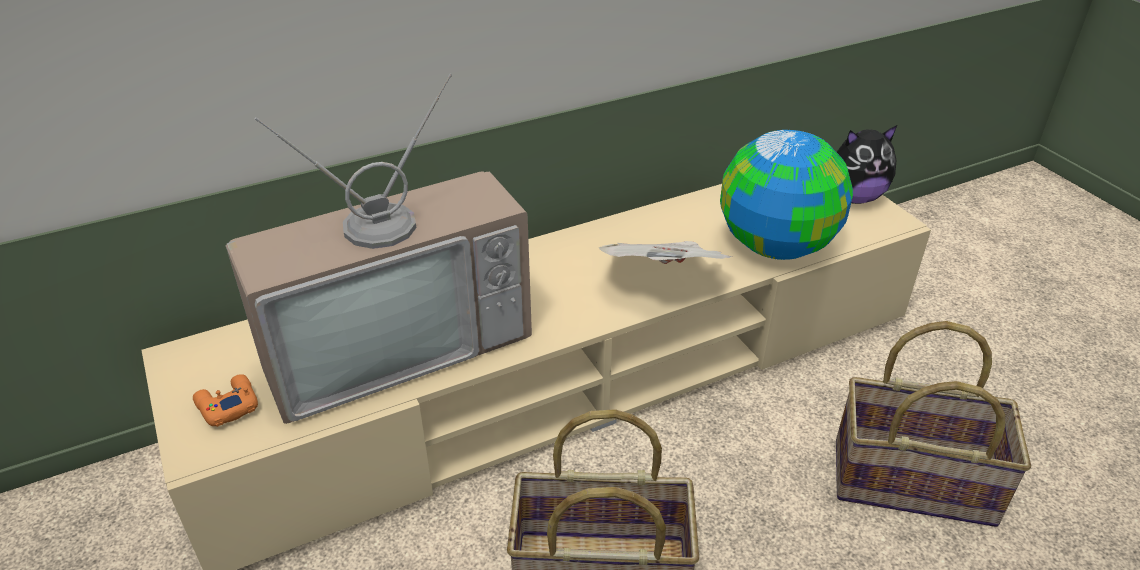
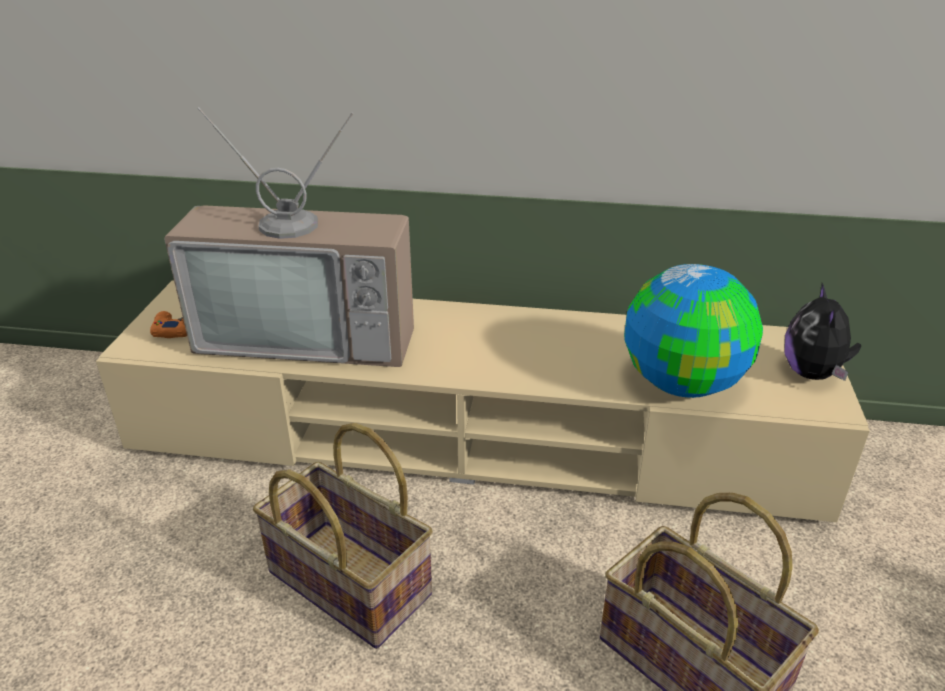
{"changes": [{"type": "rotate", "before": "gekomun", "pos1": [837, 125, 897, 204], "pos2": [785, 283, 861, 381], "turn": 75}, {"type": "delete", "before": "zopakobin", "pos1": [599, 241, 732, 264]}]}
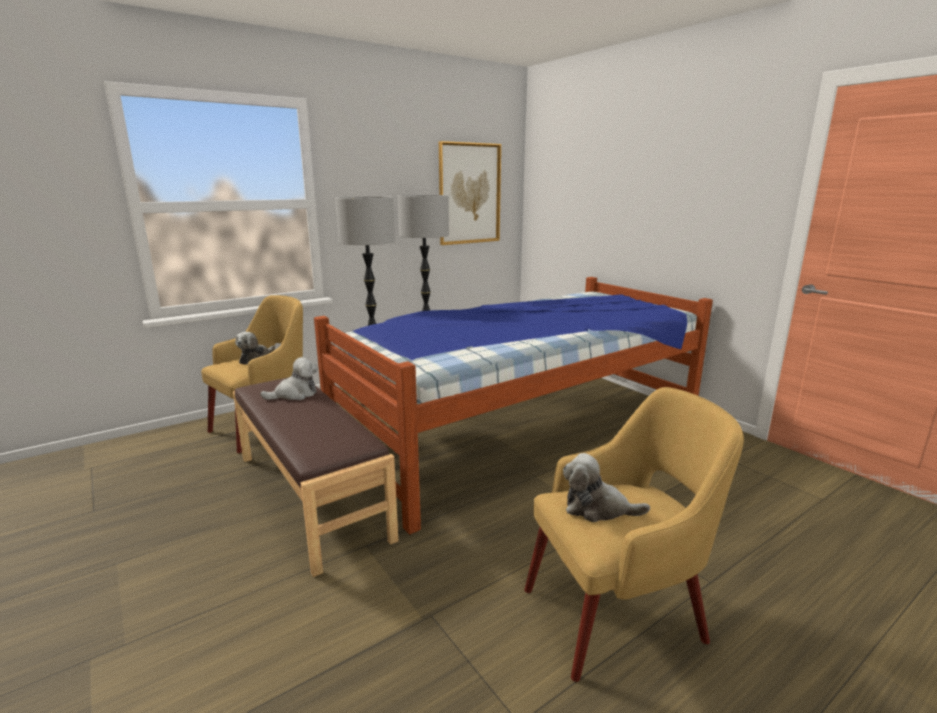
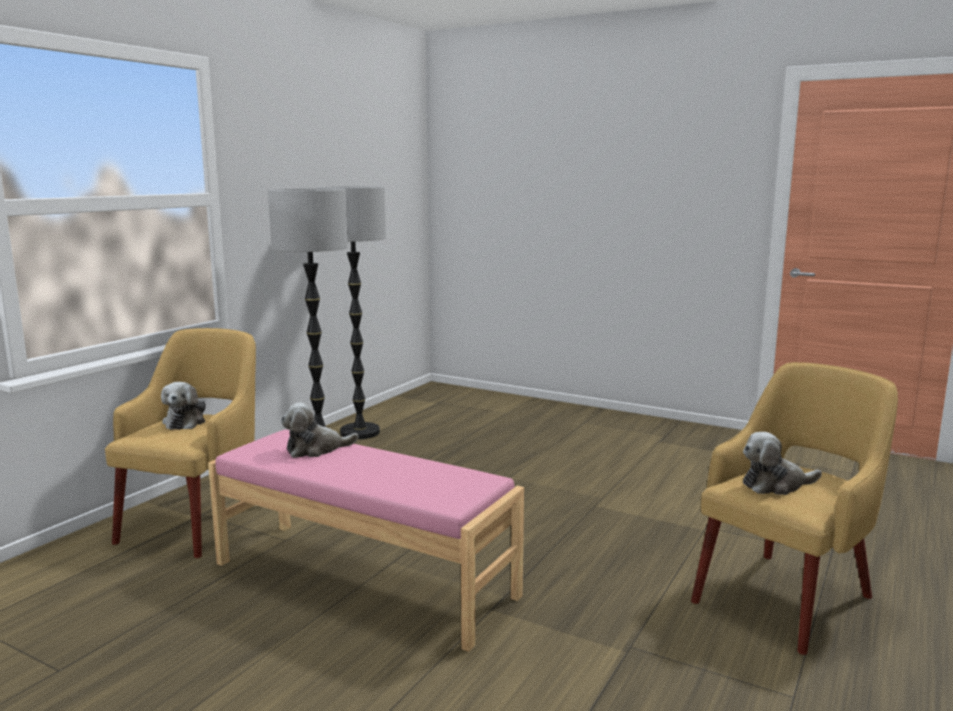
{"changes": [{"type": "recolor", "before": "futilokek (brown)", "after": "futilokek (pink)", "pos1": [233, 377, 398, 577], "pos2": [208, 429, 524, 652]}, {"type": "rotate", "before": "gekomun", "pos1": [260, 357, 318, 400], "pos2": [281, 402, 359, 458], "turn": -150}, {"type": "delete", "before": "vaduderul", "pos1": [314, 277, 713, 535]}, {"type": "delete", "before": "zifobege", "pos1": [439, 141, 501, 245]}]}
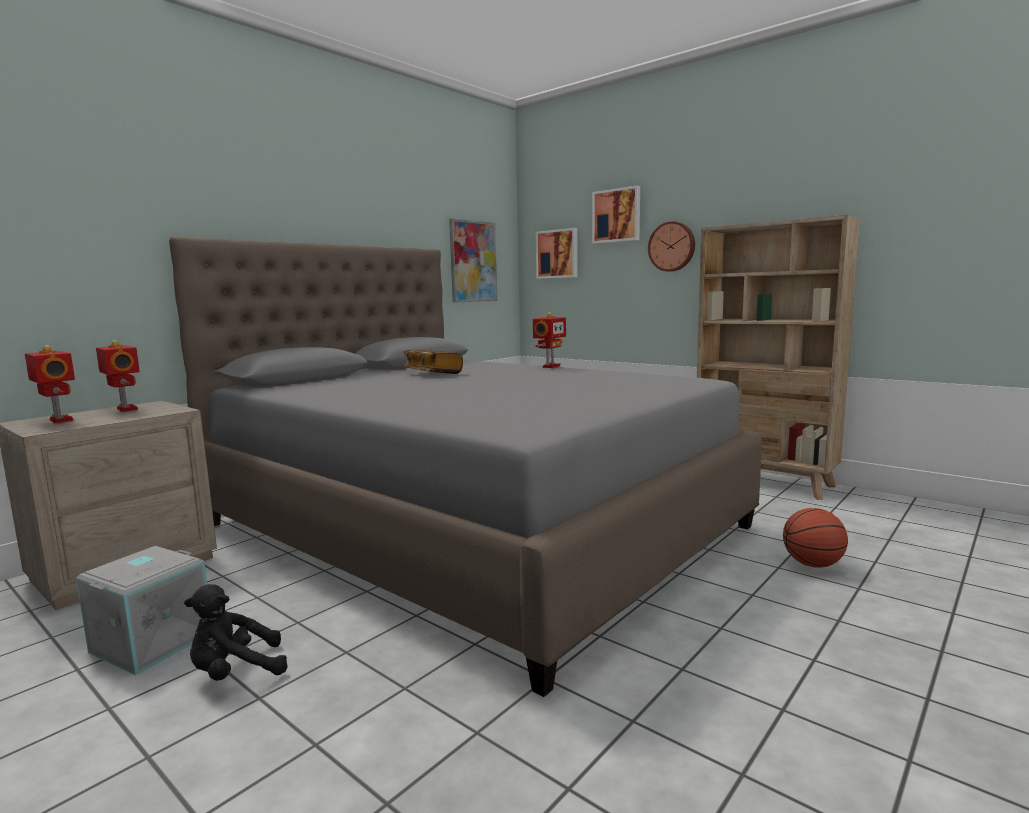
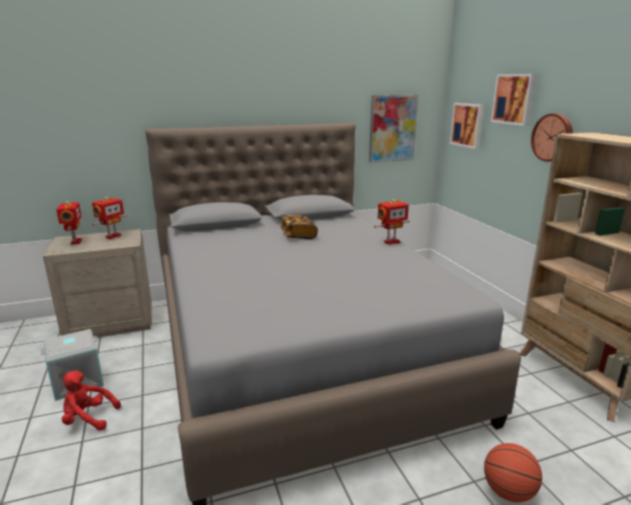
{"changes": [{"type": "recolor", "before": "gekomun (black)", "after": "gekomun (red)", "pos1": [184, 584, 288, 681], "pos2": [62, 371, 121, 431]}, {"type": "rotate", "before": "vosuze", "pos1": [96, 340, 140, 412], "pos2": [92, 197, 127, 239], "turn": 45}]}
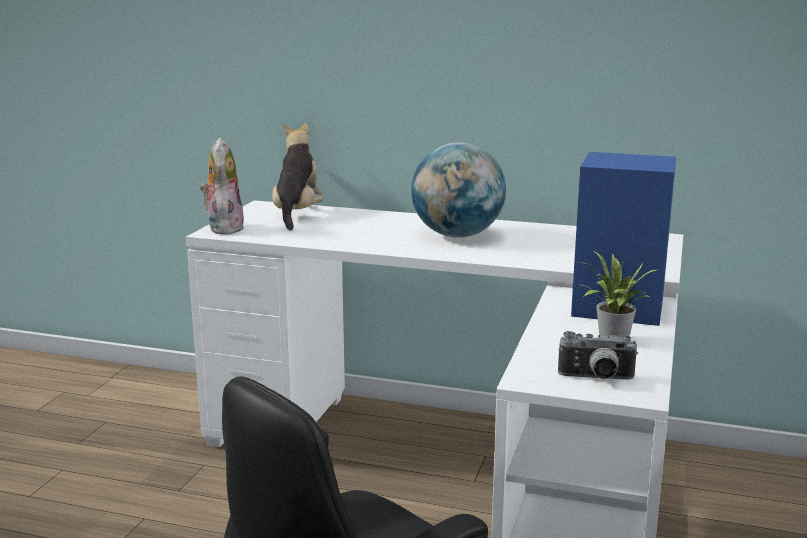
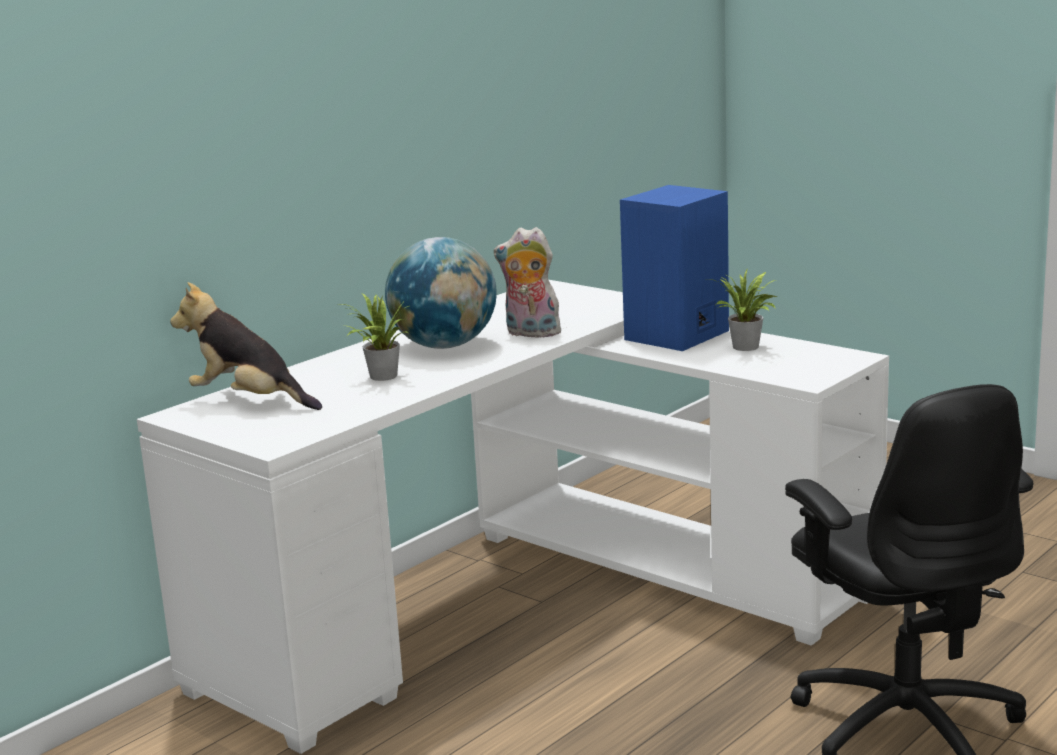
{"changes": [{"type": "insert", "after": "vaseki", "pos2": [341, 294, 409, 381]}, {"type": "move", "before": "gekomun", "pos1": [200, 138, 245, 235], "pos2": [494, 227, 561, 338]}, {"type": "delete", "before": "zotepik", "pos1": [558, 331, 638, 380]}]}
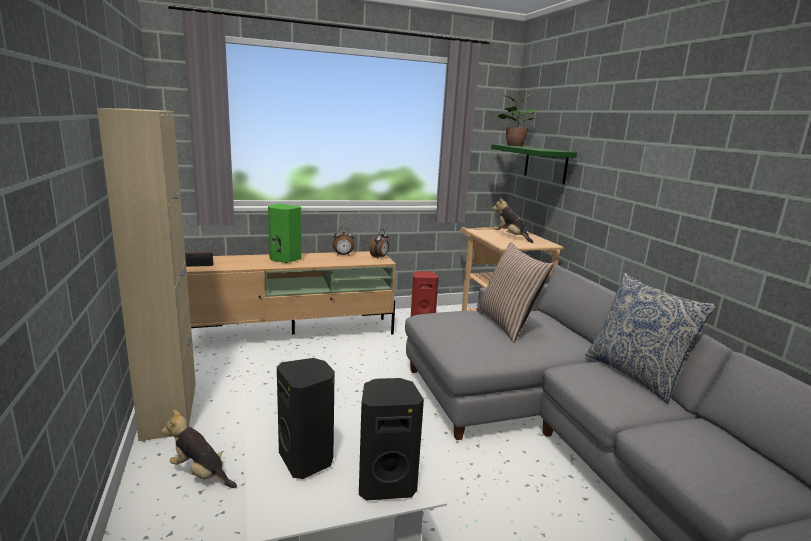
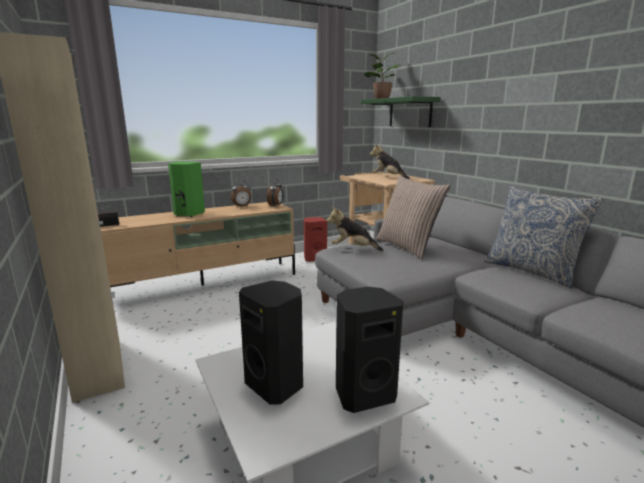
{"changes": [{"type": "move", "before": "gekomun", "pos1": [162, 410, 237, 488], "pos2": [326, 207, 384, 251]}]}
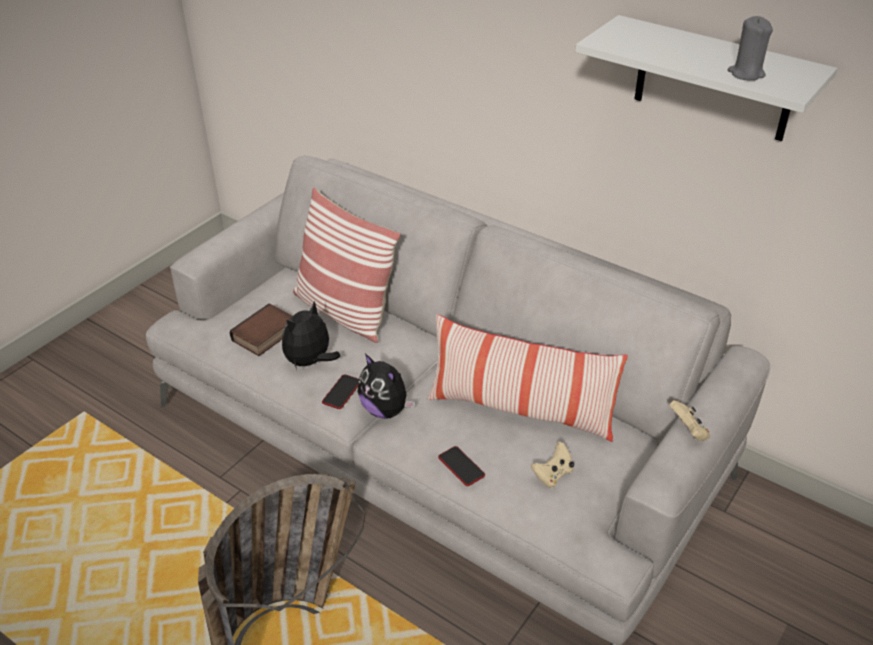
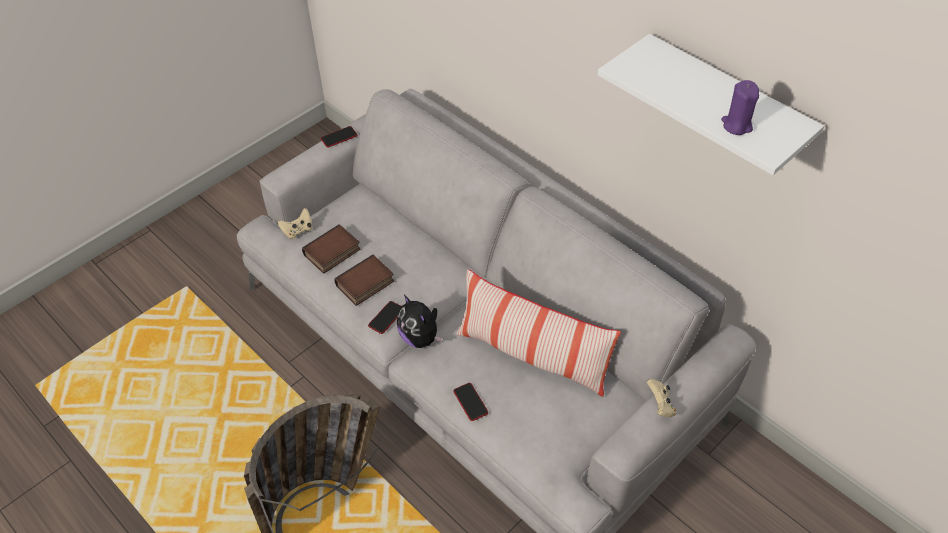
{"changes": [{"type": "move", "before": "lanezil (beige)", "pos1": [531, 441, 574, 488], "pos2": [278, 208, 313, 239]}, {"type": "insert", "after": "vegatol", "pos2": [321, 126, 357, 147]}, {"type": "replace", "before": "gekomun", "after": "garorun", "pos1": [282, 301, 340, 370], "pos2": [334, 255, 394, 306]}, {"type": "recolor", "before": "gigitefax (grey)", "after": "gigitefax (purple)", "pos1": [728, 16, 773, 81], "pos2": [721, 80, 759, 135]}, {"type": "delete", "before": "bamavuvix", "pos1": [293, 187, 401, 343]}]}
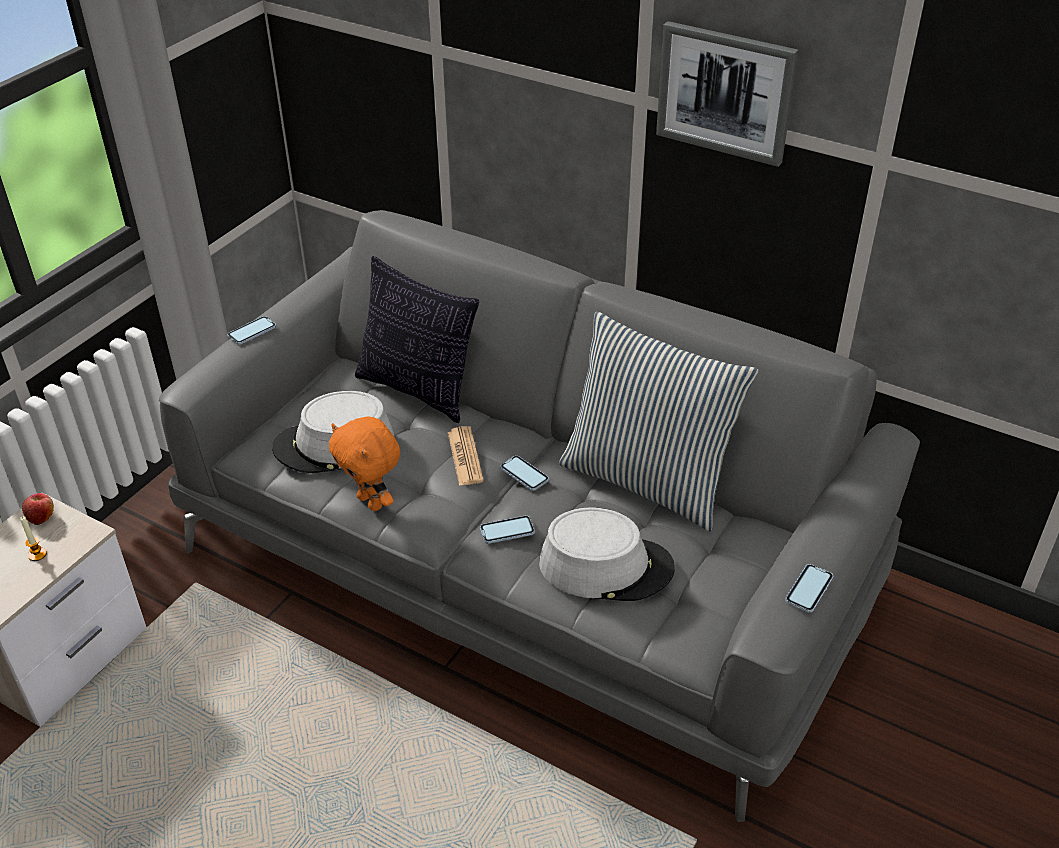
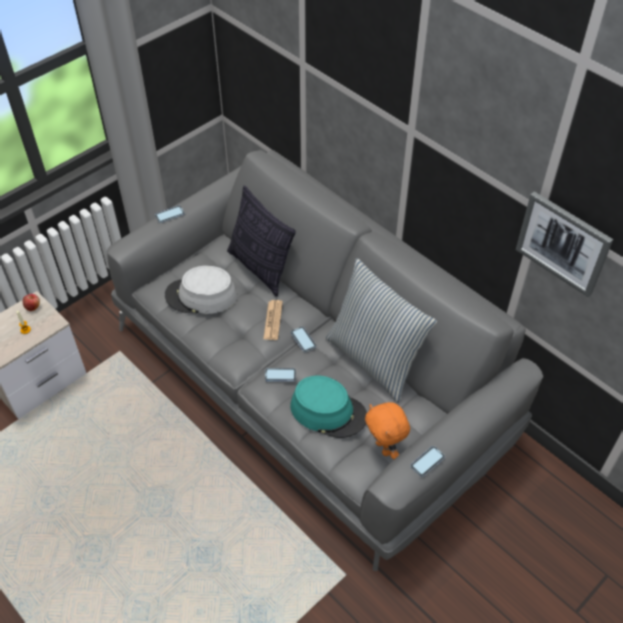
{"changes": [{"type": "recolor", "before": "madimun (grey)", "after": "madimun (turquoise)", "pos1": [539, 507, 675, 601], "pos2": [290, 376, 367, 438]}, {"type": "move", "before": "gekomun (orange)", "pos1": [329, 416, 400, 511], "pos2": [365, 402, 410, 459]}, {"type": "move", "before": "zifobege", "pos1": [656, 21, 799, 167], "pos2": [516, 191, 613, 297]}]}
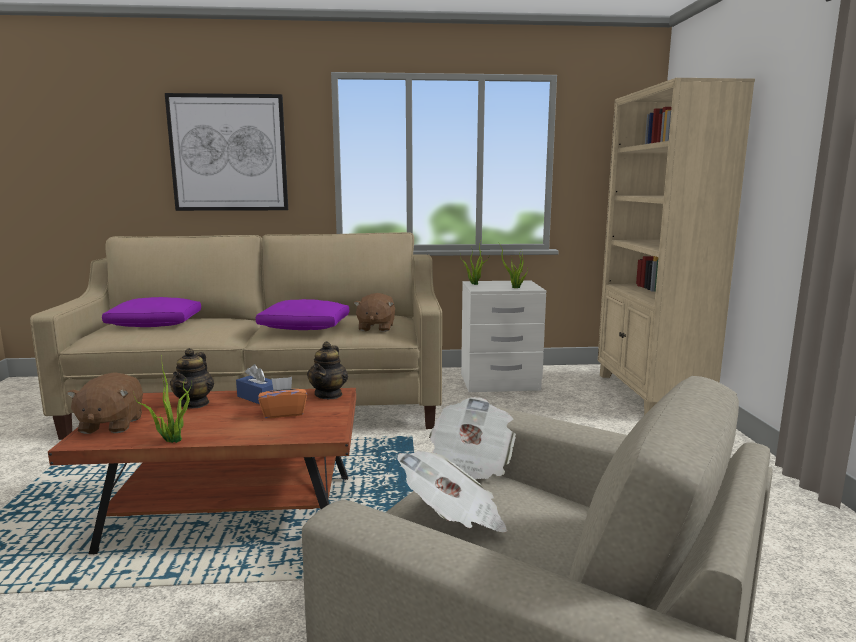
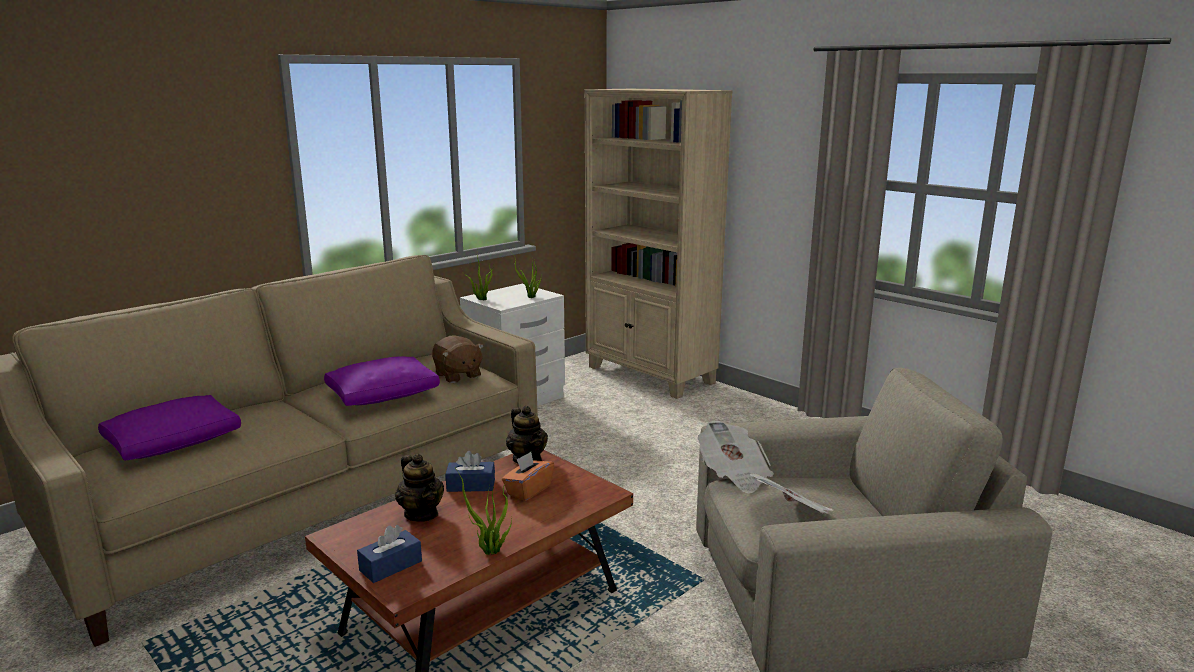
{"changes": [{"type": "replace", "before": "gekomun (brown)", "after": "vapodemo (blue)", "pos1": [66, 372, 143, 434], "pos2": [357, 525, 422, 583]}, {"type": "delete", "before": "zifobege", "pos1": [165, 93, 288, 211]}]}
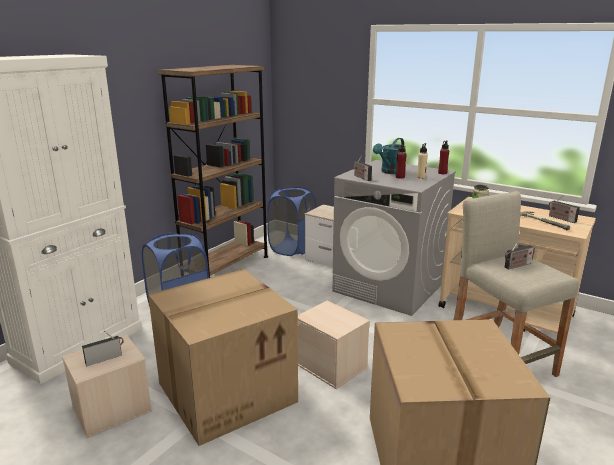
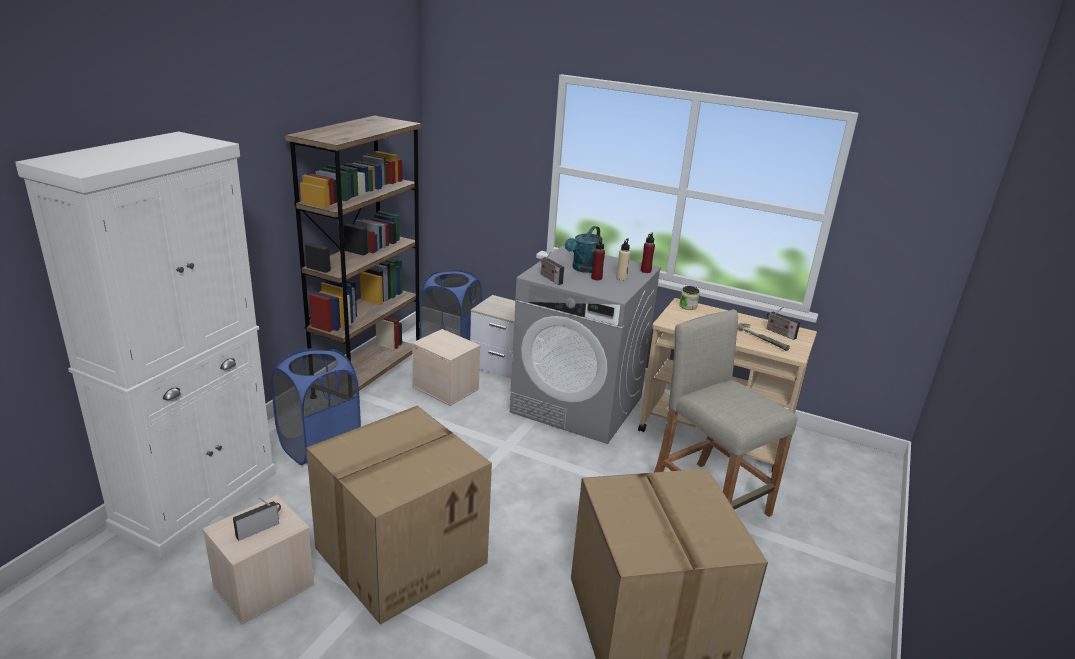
{"changes": [{"type": "move", "before": "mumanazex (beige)", "pos1": [298, 301, 370, 389], "pos2": [412, 329, 481, 406]}, {"type": "delete", "before": "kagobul", "pos1": [505, 240, 534, 269]}]}
